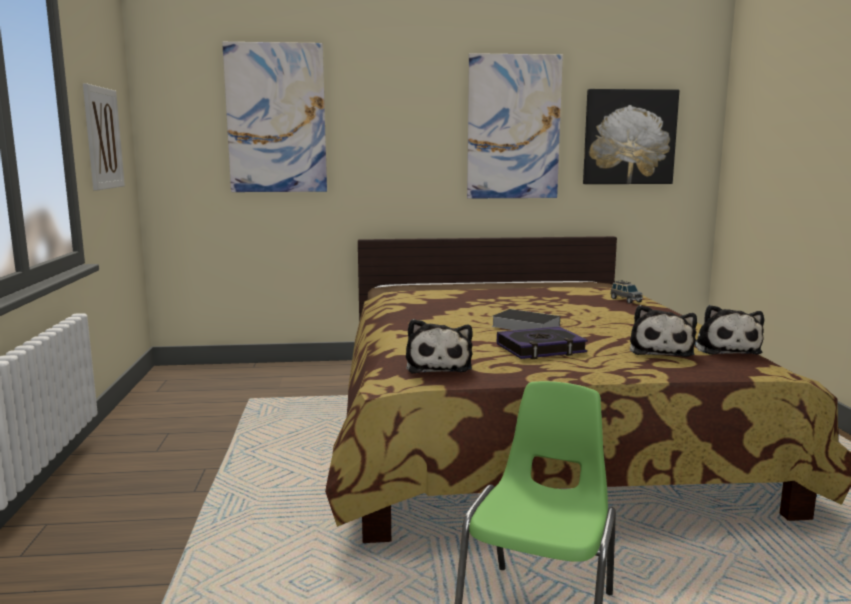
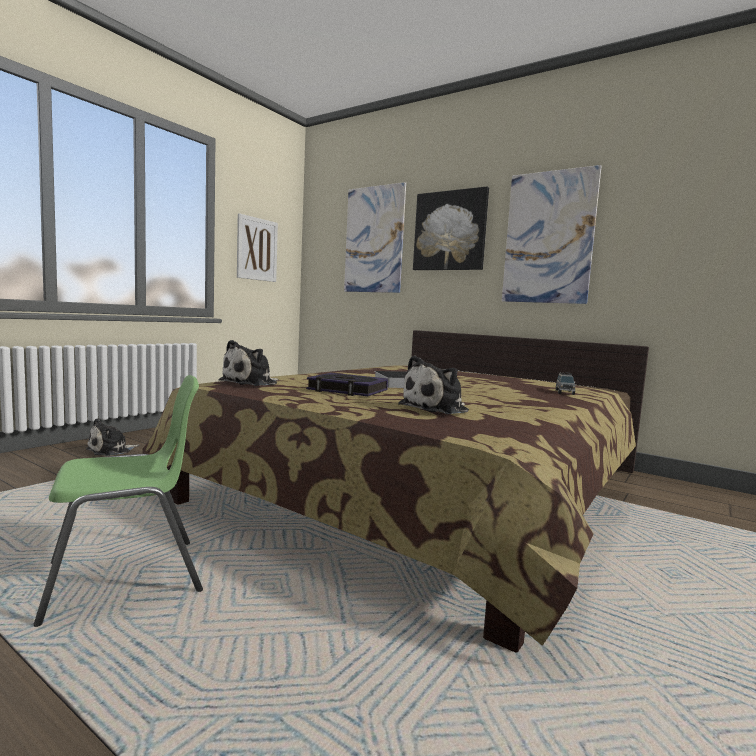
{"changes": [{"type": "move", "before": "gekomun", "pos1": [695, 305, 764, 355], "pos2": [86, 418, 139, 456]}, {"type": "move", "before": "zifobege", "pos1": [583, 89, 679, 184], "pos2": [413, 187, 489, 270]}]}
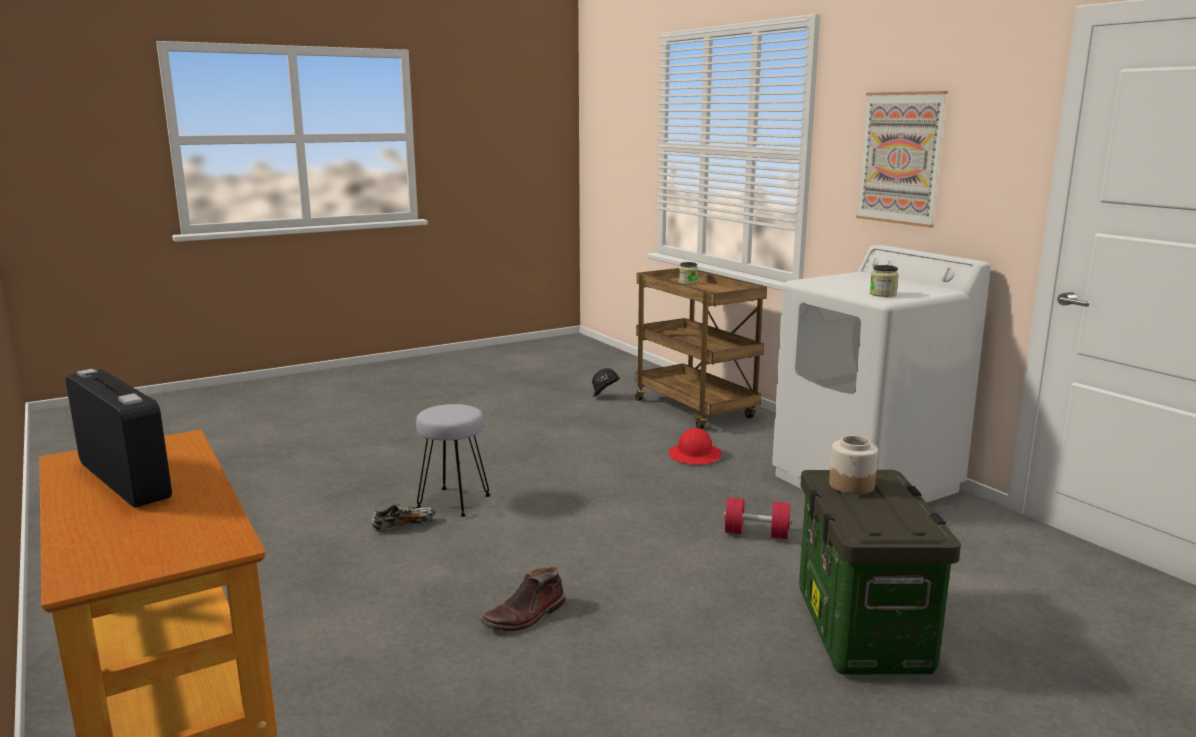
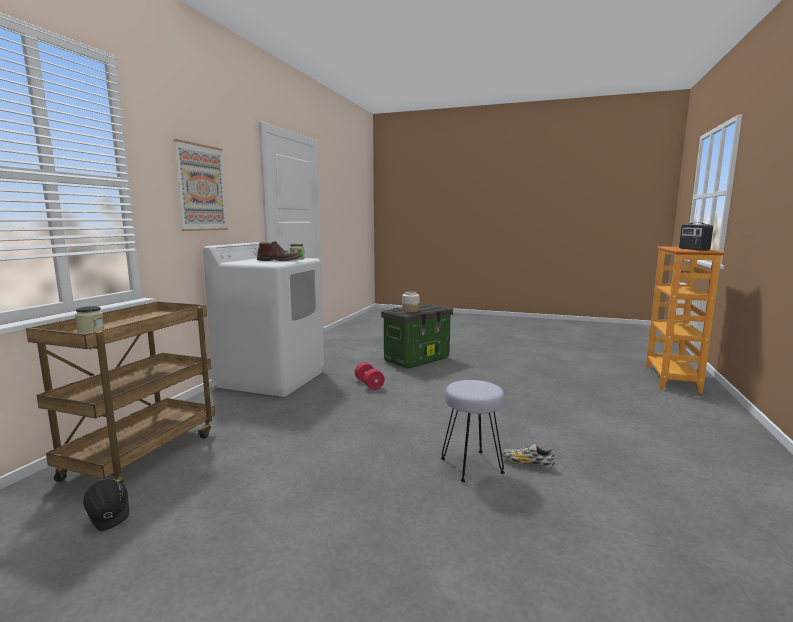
{"changes": [{"type": "move", "before": "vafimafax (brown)", "pos1": [480, 567, 566, 631], "pos2": [257, 241, 302, 261]}, {"type": "delete", "before": "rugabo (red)", "pos1": [669, 428, 722, 465]}]}
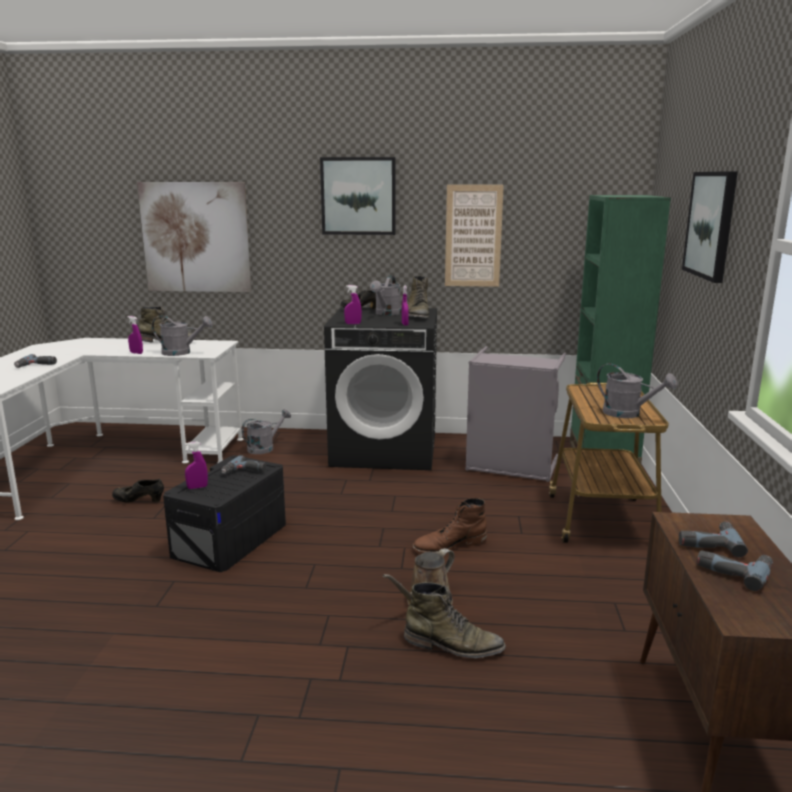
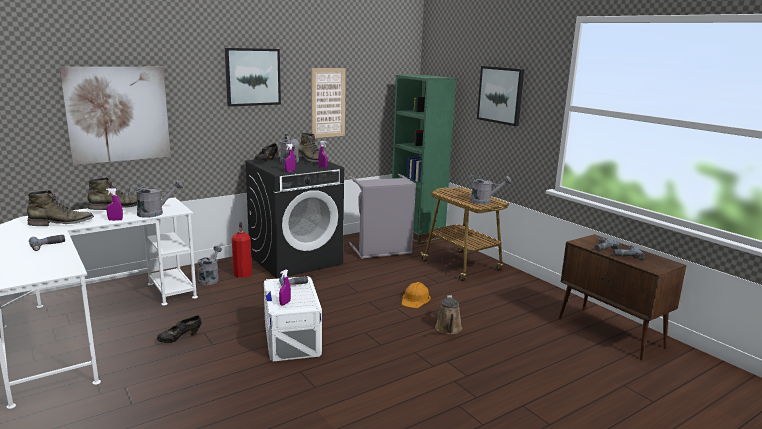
{"changes": [{"type": "move", "before": "vafimafax (green)", "pos1": [404, 582, 506, 658], "pos2": [27, 190, 94, 226]}, {"type": "insert", "after": "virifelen", "pos2": [232, 222, 252, 278]}, {"type": "recolor", "before": "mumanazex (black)", "after": "mumanazex (white)", "pos1": [163, 455, 286, 572], "pos2": [264, 276, 322, 362]}, {"type": "replace", "before": "vafimafax (brown)", "after": "rugabo (orange)", "pos1": [412, 498, 487, 554], "pos2": [402, 282, 431, 308]}]}
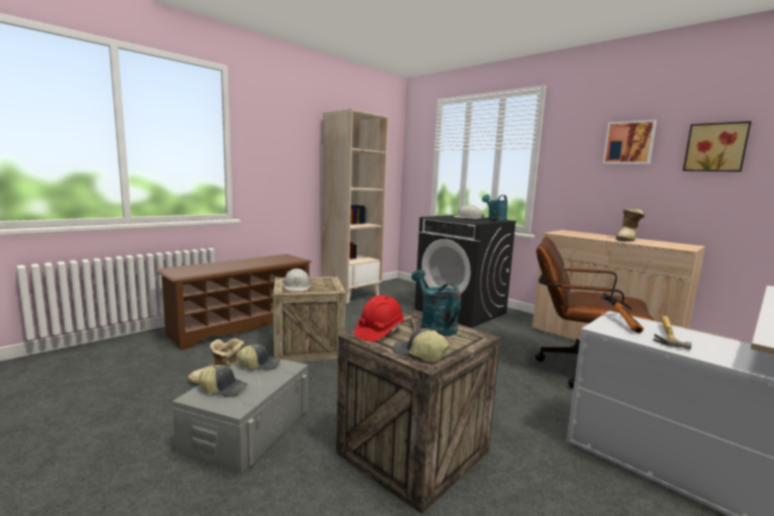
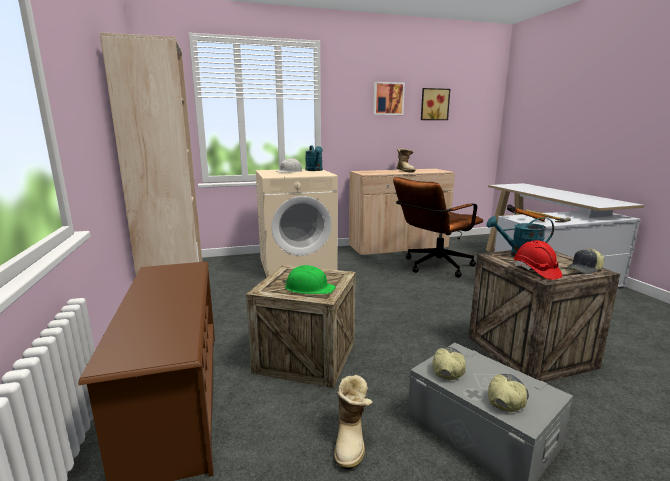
{"changes": [{"type": "recolor", "before": "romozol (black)", "after": "romozol (beige)", "pos1": [415, 215, 517, 328], "pos2": [255, 169, 338, 277]}, {"type": "recolor", "before": "rugabo (white)", "after": "rugabo (green)", "pos1": [283, 268, 311, 291], "pos2": [283, 265, 336, 294]}]}
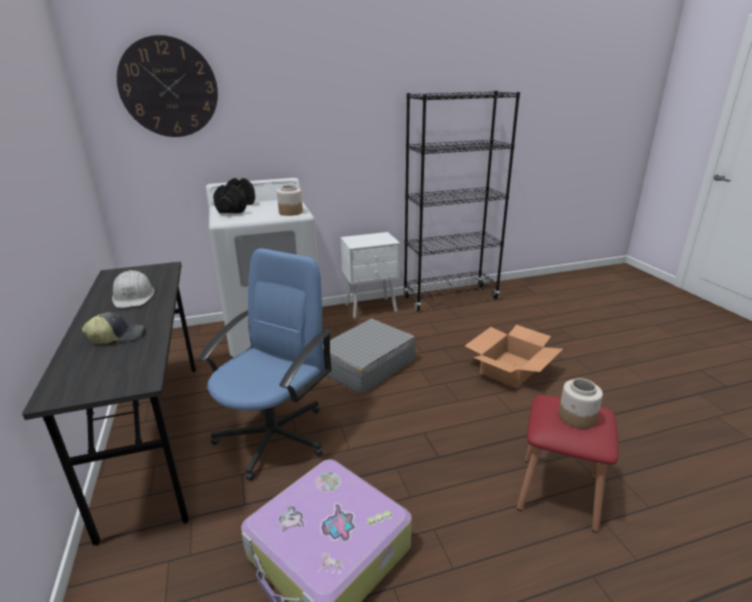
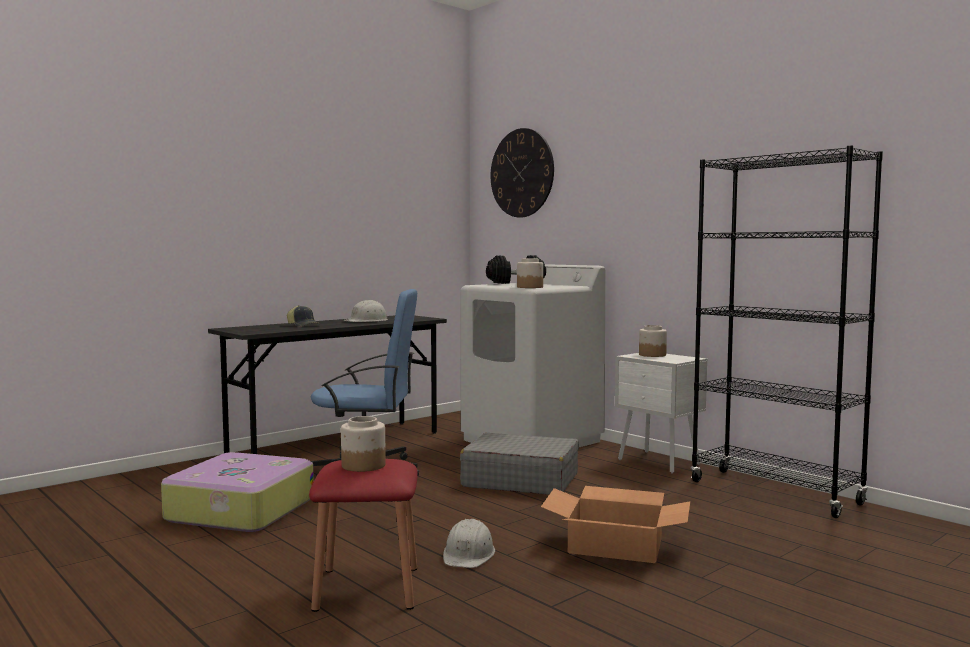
{"changes": [{"type": "insert", "after": "rugabo (white)", "pos2": [443, 519, 495, 568]}, {"type": "insert", "after": "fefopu", "pos2": [639, 325, 667, 357]}]}
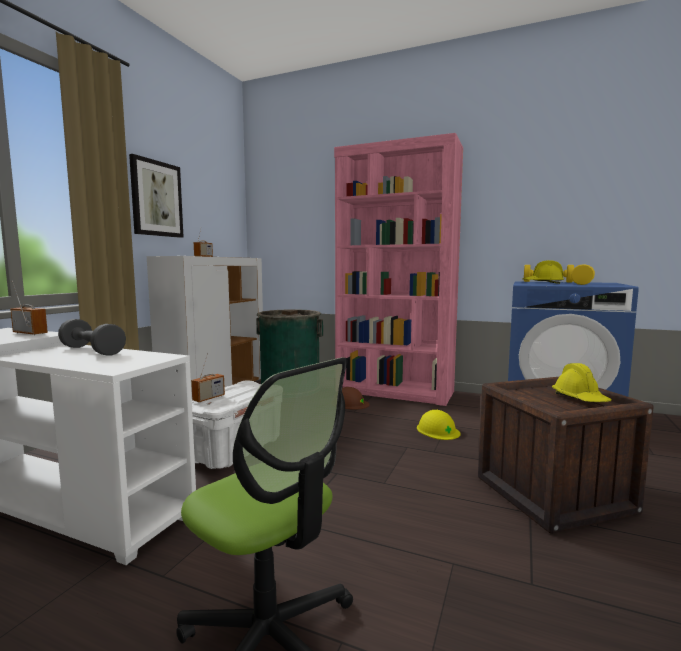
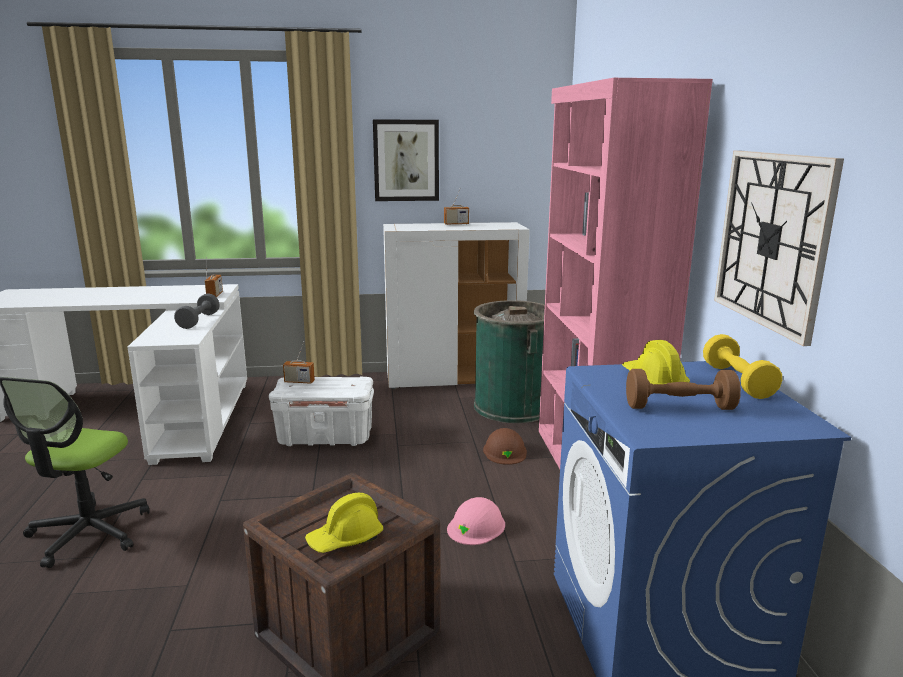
{"changes": [{"type": "recolor", "before": "rugabo (yellow)", "after": "rugabo (pink)", "pos1": [417, 410, 461, 440], "pos2": [447, 497, 505, 545]}, {"type": "recolor", "before": "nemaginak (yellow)", "after": "nemaginak (brown)", "pos1": [571, 264, 595, 285], "pos2": [626, 369, 741, 410]}, {"type": "insert", "after": "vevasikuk", "pos2": [714, 150, 844, 346]}]}
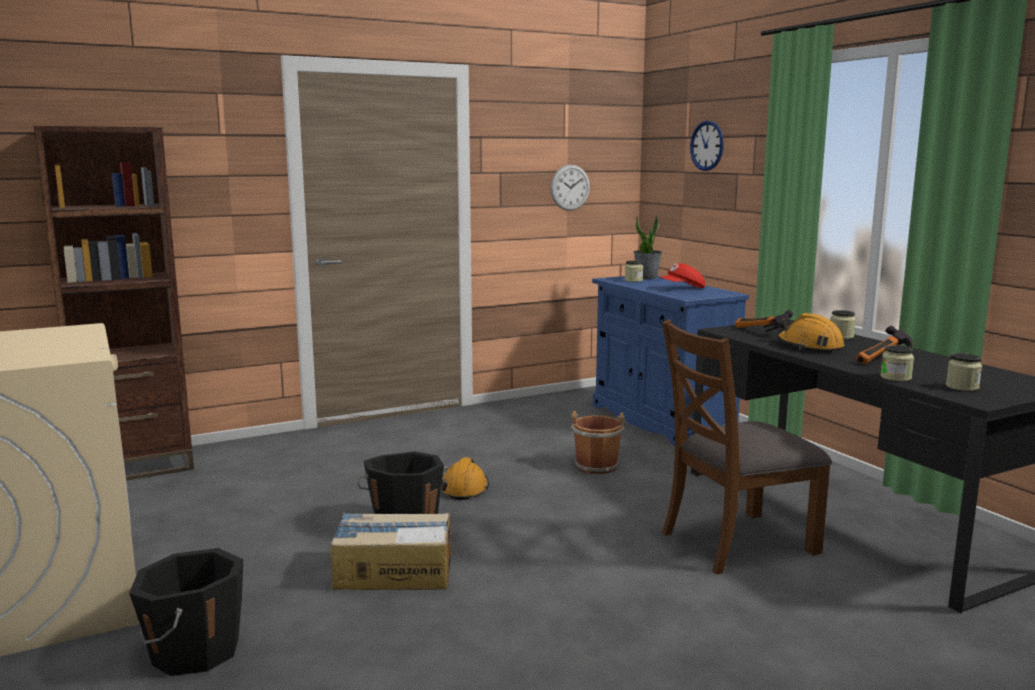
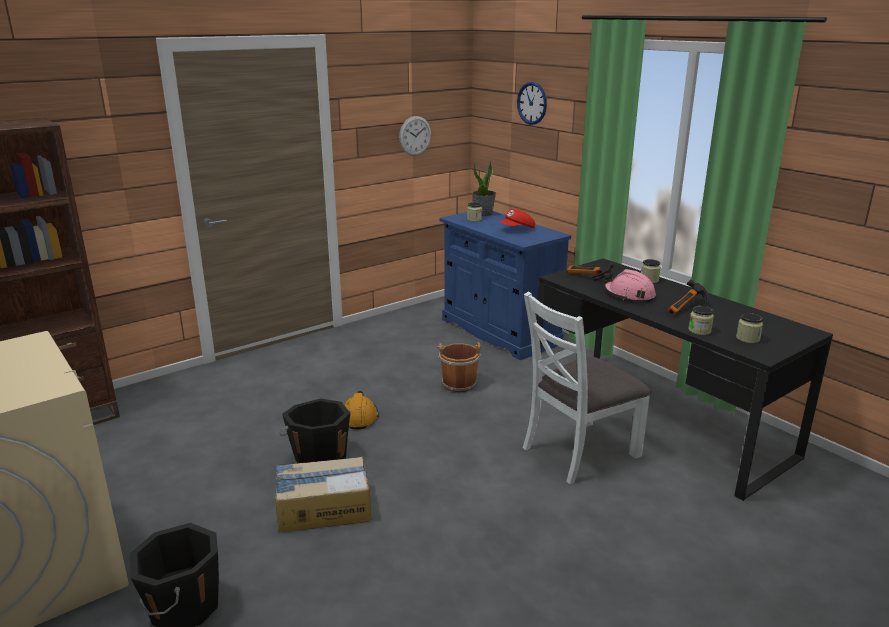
{"changes": [{"type": "recolor", "before": "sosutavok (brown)", "after": "sosutavok (white)", "pos1": [662, 319, 832, 575], "pos2": [523, 292, 651, 484]}, {"type": "recolor", "before": "rugabo (orange)", "after": "rugabo (pink)", "pos1": [777, 313, 844, 353], "pos2": [604, 269, 656, 303]}]}
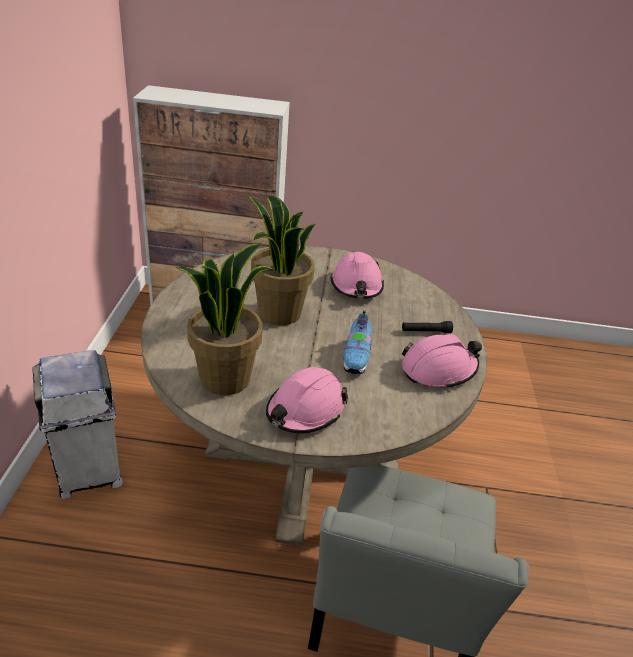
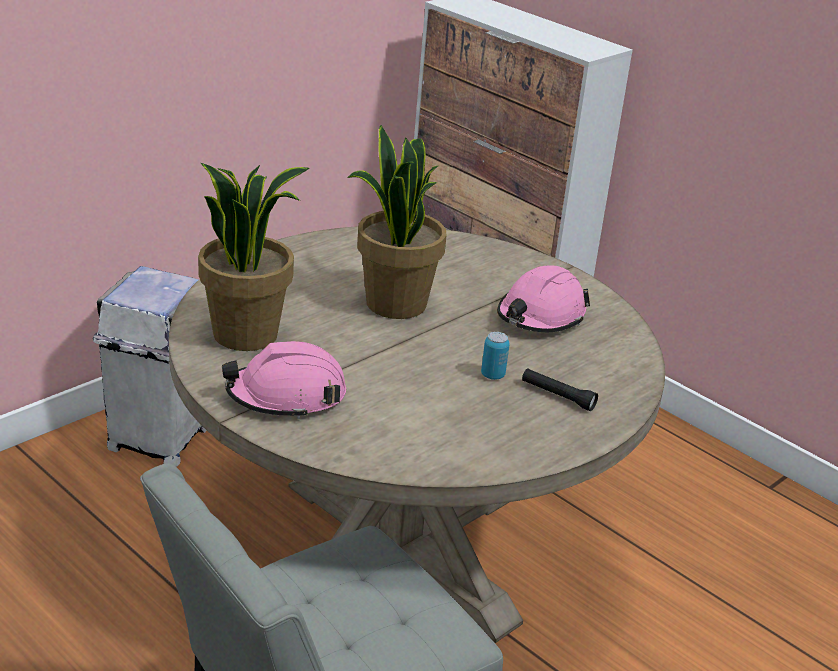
{"changes": [{"type": "insert", "after": "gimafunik", "pos2": [481, 332, 510, 380]}, {"type": "delete", "before": "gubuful", "pos1": [344, 310, 372, 374]}, {"type": "delete", "before": "rugabo (pink)", "pos1": [402, 334, 482, 389]}]}
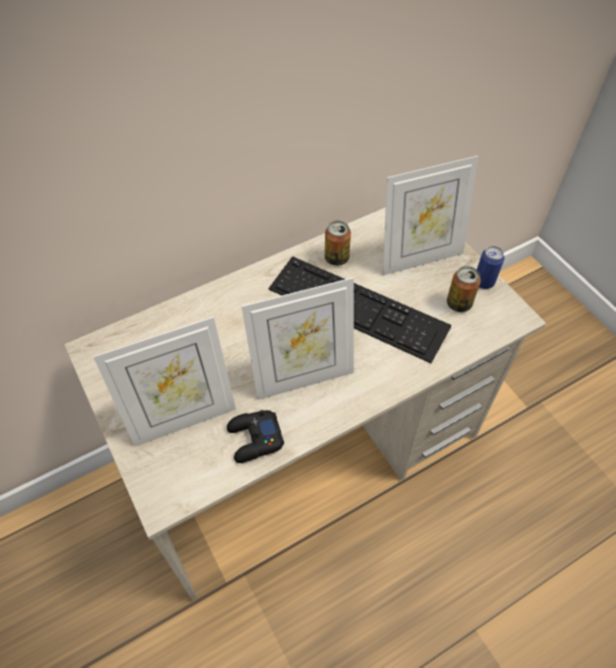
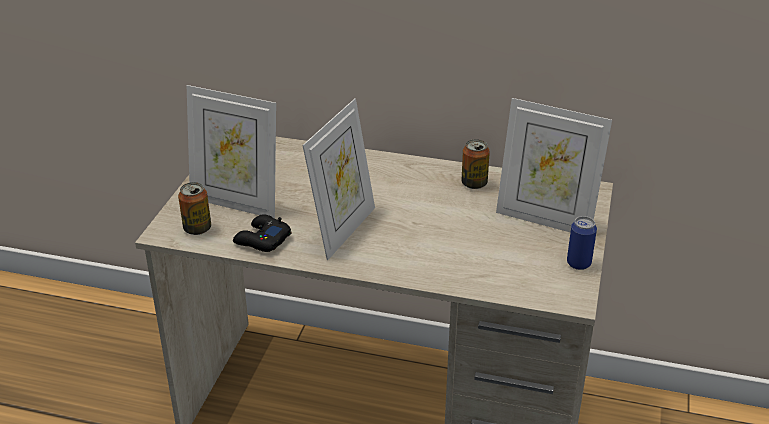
{"changes": [{"type": "move", "before": "gimafunik", "pos1": [447, 266, 481, 312], "pos2": [178, 182, 211, 235]}, {"type": "rotate", "before": "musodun", "pos1": [241, 278, 354, 400], "pos2": [302, 98, 375, 260], "turn": -90}, {"type": "delete", "before": "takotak", "pos1": [268, 256, 451, 363]}]}
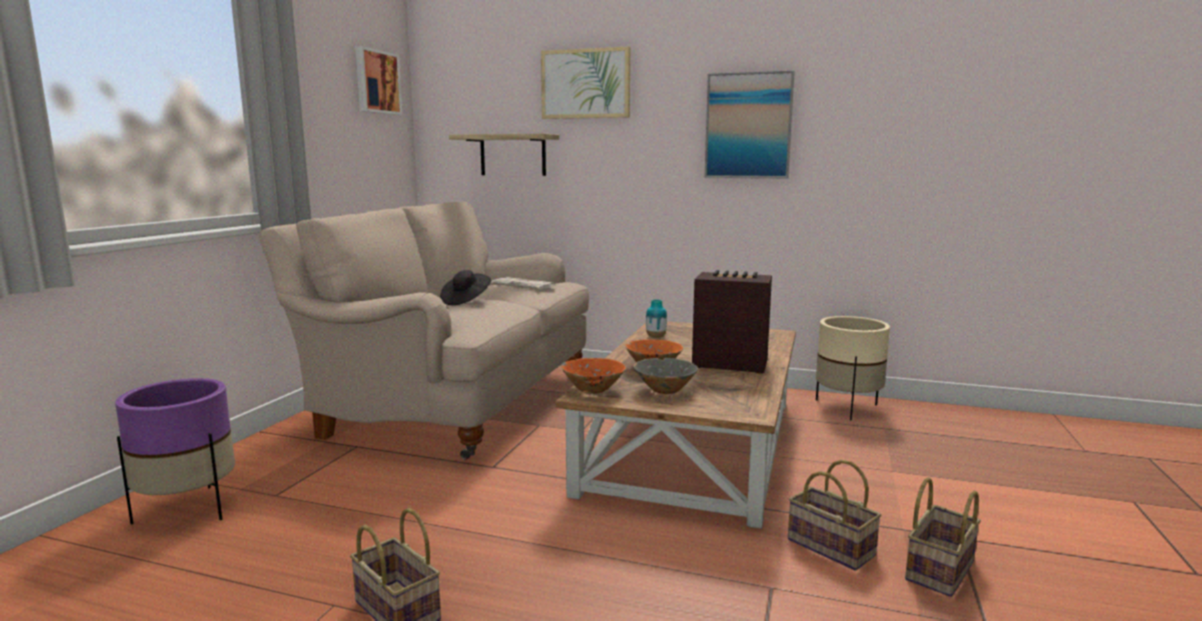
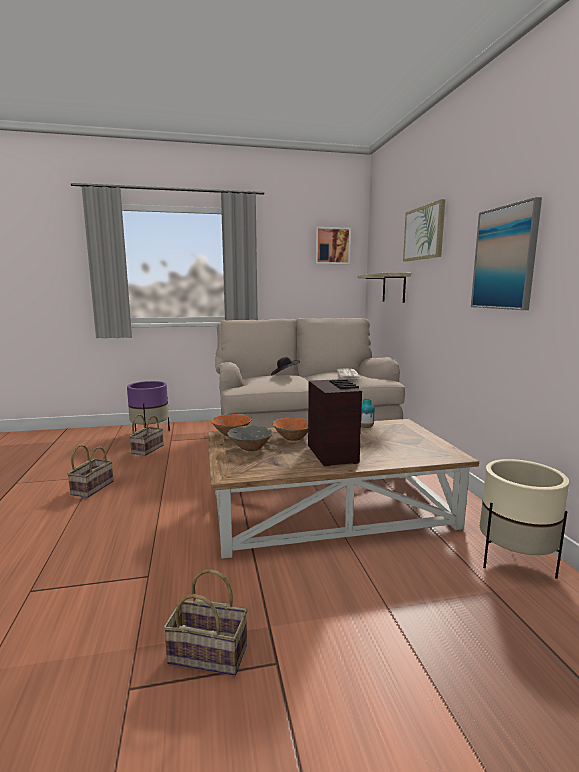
{"changes": [{"type": "move", "before": "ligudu", "pos1": [788, 460, 881, 571], "pos2": [129, 414, 164, 456]}]}
